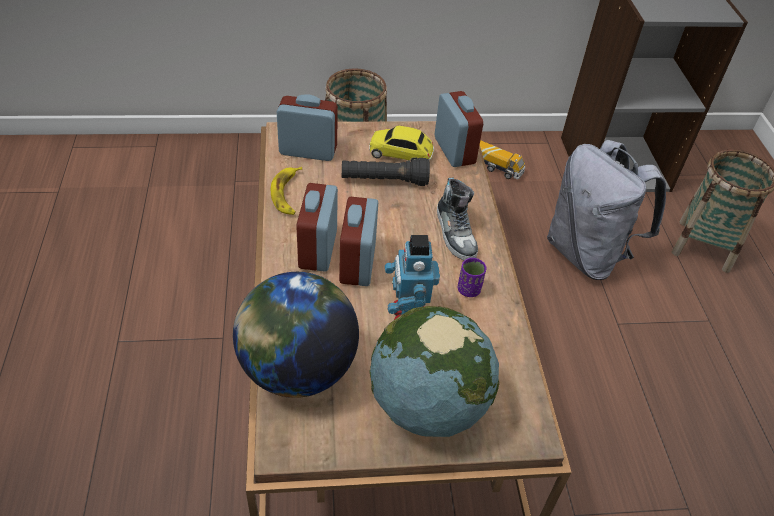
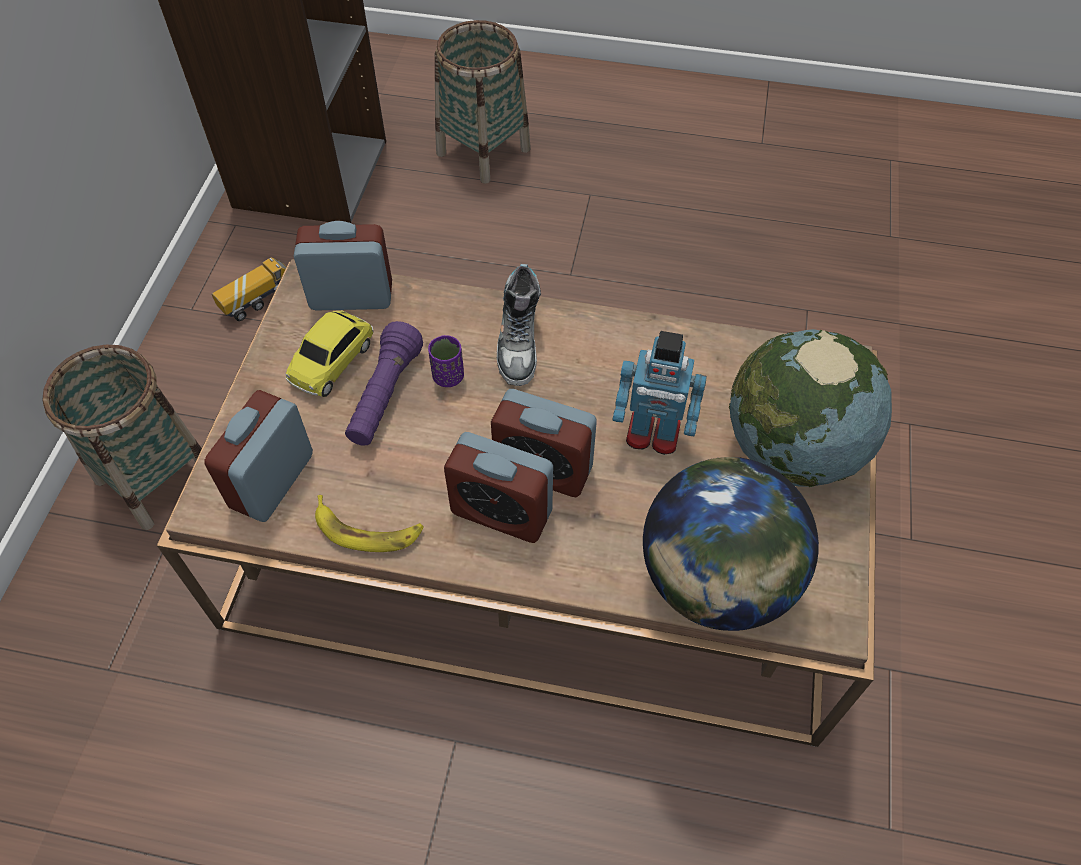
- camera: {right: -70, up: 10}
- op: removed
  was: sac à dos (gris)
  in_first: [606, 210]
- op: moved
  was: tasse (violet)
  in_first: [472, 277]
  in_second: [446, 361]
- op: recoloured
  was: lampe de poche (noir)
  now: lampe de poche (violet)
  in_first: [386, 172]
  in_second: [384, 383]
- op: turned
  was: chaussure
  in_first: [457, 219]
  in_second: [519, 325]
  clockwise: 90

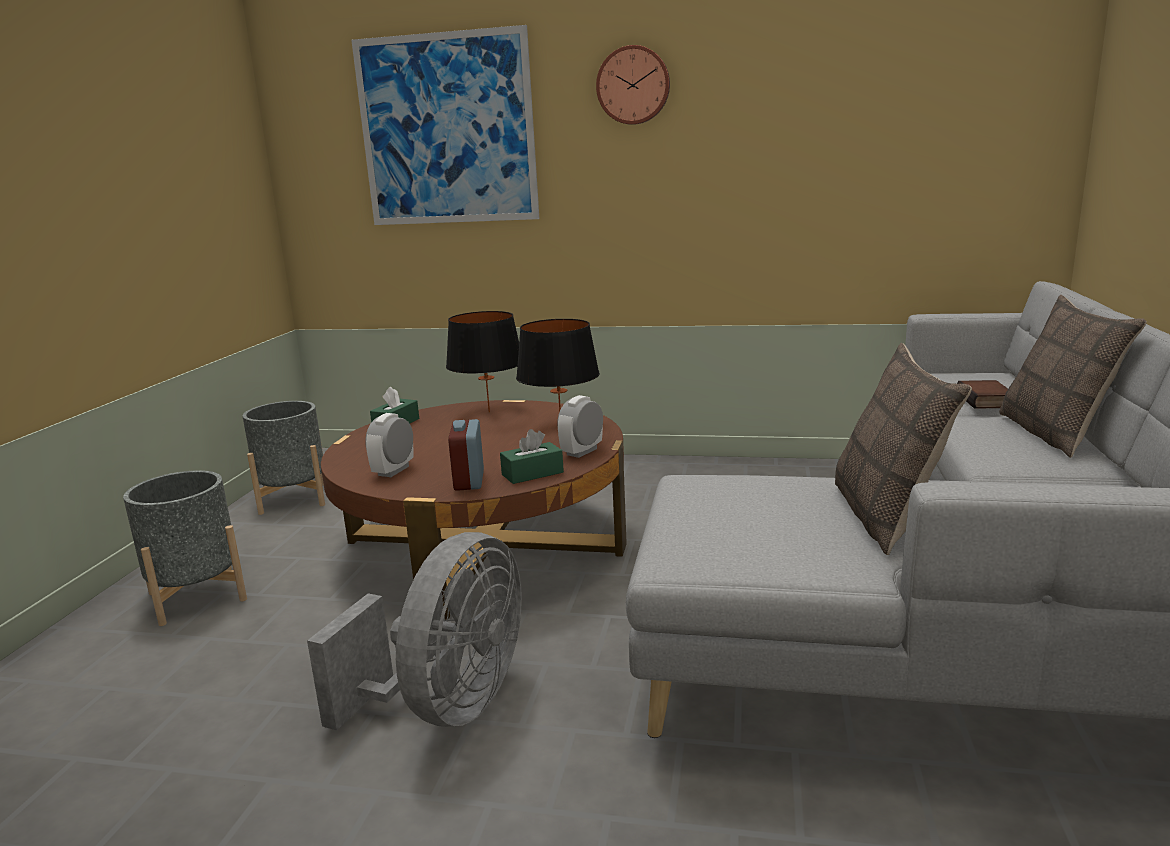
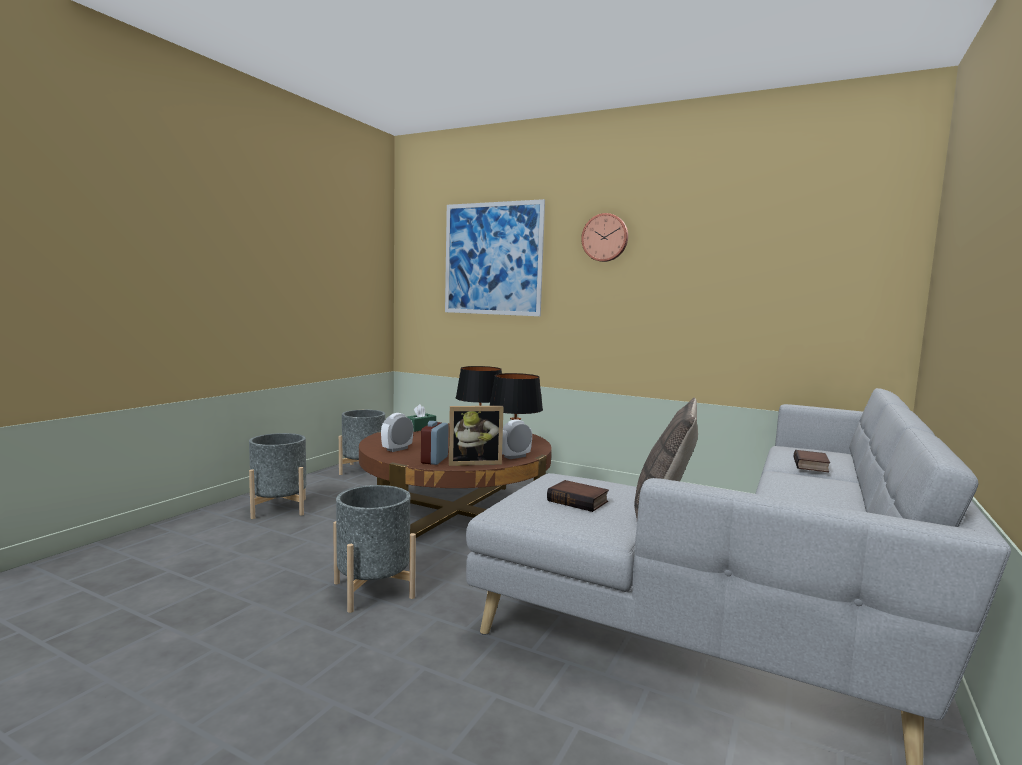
- camera: {right: 15, up: -10}
- op: removed
  was: coussin
  in_first: [1073, 376]
- op: added
  now: livre
  in_second: [578, 496]
- op: replaced
  was: ventilateur (gris)
  now: cache-pot (gris)
  in_first: [414, 631]
  in_second: [374, 549]
- op: replaced
  was: boîte à mouchoirs (vert)
  now: cadre photo
  in_first: [532, 456]
  in_second: [476, 436]

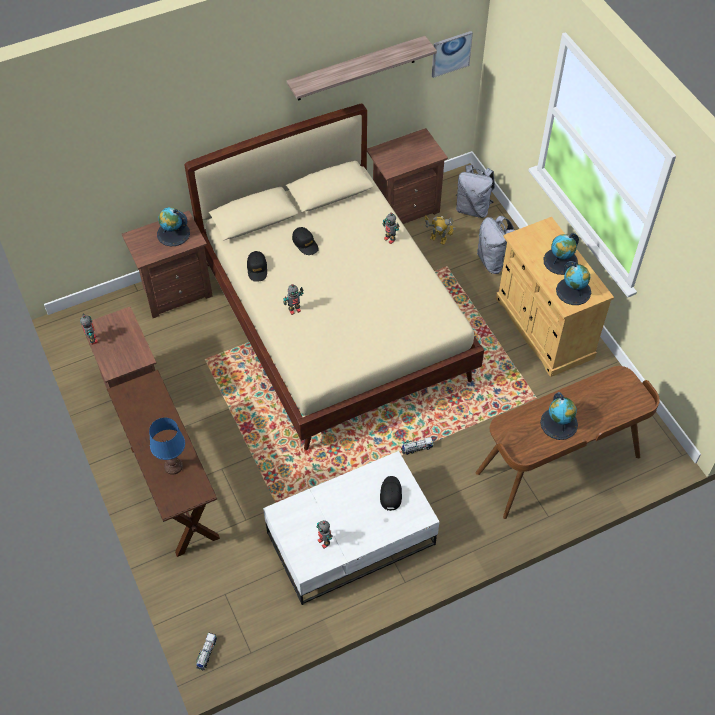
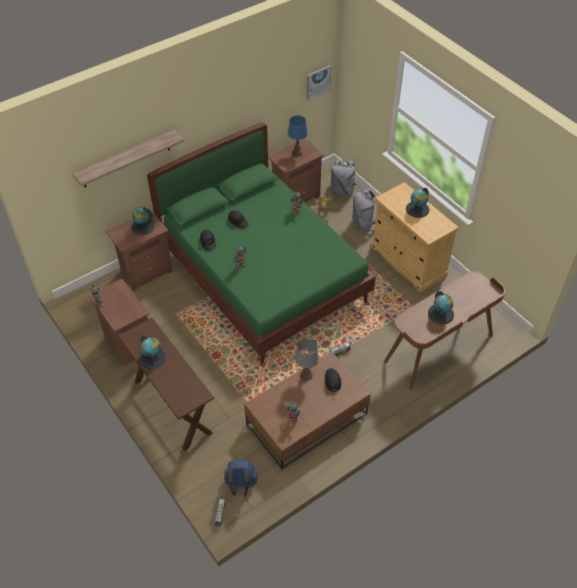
- camera: {right: -10, up: -5}
- op: added
  now: sac à dos (bleu)
  in_second: [240, 478]
- op: added
  now: lampe de table (gris)
  in_second: [307, 360]
- op: moved
  was: lampe de table (bleu)
  in_first: [167, 446]
  in_second: [298, 136]
- op: moved
  was: étagère
  in_first: [361, 68]
  in_second: [128, 158]
- op: moved
  was: globe
  in_first: [573, 283]
  in_second: [153, 352]
- op: recoloured
  was: lit (beige)
  now: lit (vert)
  in_first: [334, 277]
  in_second: [261, 243]
- op: recoloured
  was: table basse (blanc)
  now: table basse (marron)
  in_first: [351, 528]
  in_second: [307, 410]

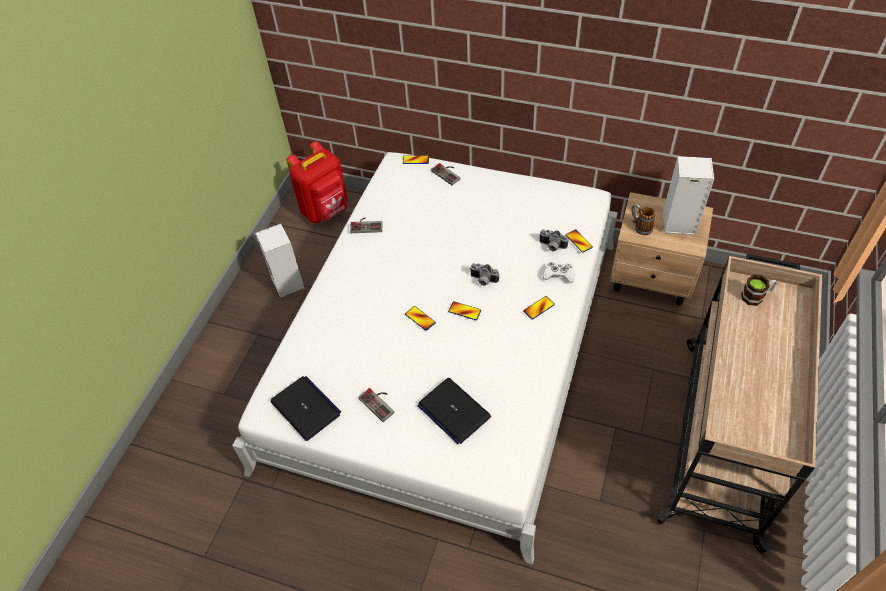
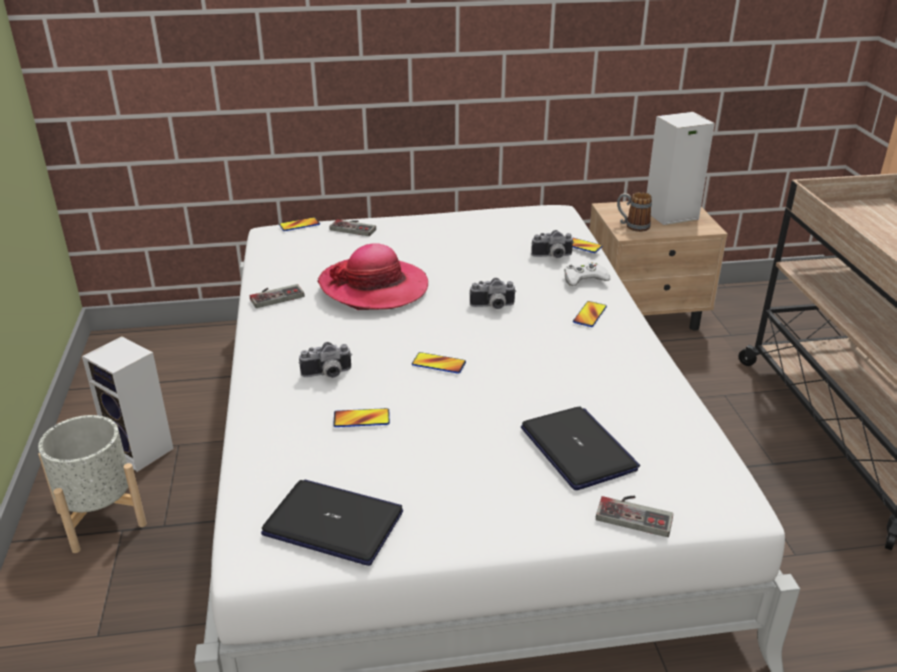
- camera: {right: -30, up: -20}
- op: removed
  was: sac à dos (rouge)
  in_first: [317, 182]
- op: removed
  was: mug
  in_first: [759, 290]
- op: added
  now: cache-pot (gris)
  in_second: [92, 484]
- op: added
  now: appareil photo
  in_second: [325, 360]
- op: added
  now: chapeau
  in_second: [372, 276]
- op: moved
  was: manette
  in_first: [376, 405]
  in_second: [634, 516]
- op: moved
  was: téléphone
  in_first: [464, 310]
  in_second: [361, 417]
- op: turned
  was: ordinateur portable
  in_first: [454, 411]
  in_second: [580, 448]
  clockwise: -135

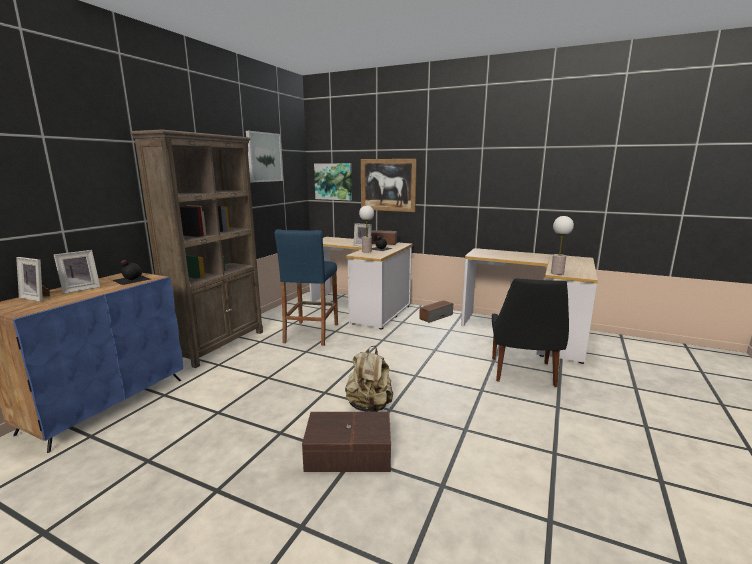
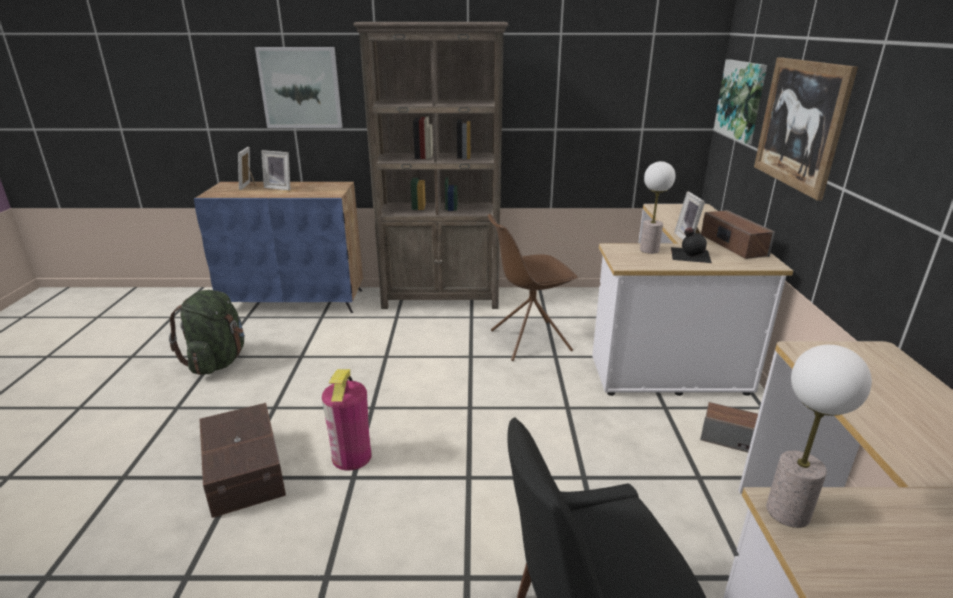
- camera: {right: 65, up: 10}
- op: removed
  was: bouteille (noir)
  in_first: [131, 272]
- op: added
  now: sac à dos (vert)
  in_second: [207, 332]
- op: moved
  was: tableau
  in_first: [264, 156]
  in_second: [298, 87]
- op: replaced
  was: tabouret (bleu)
  now: chaise (marron)
  in_first: [306, 287]
  in_second: [533, 287]
- op: replaced
  was: sac à dos (beige)
  now: extincteur
  in_first: [369, 379]
  in_second: [347, 420]

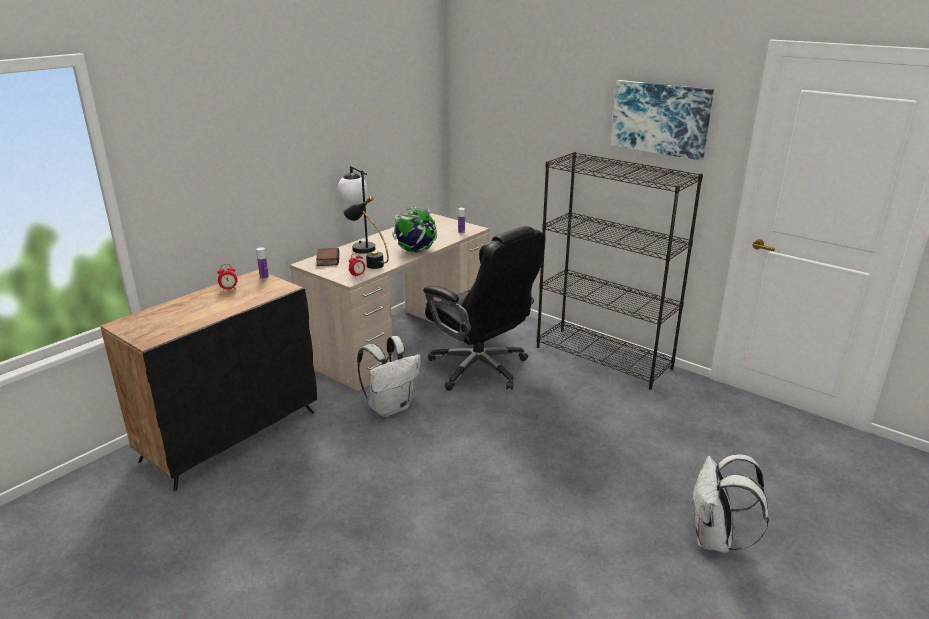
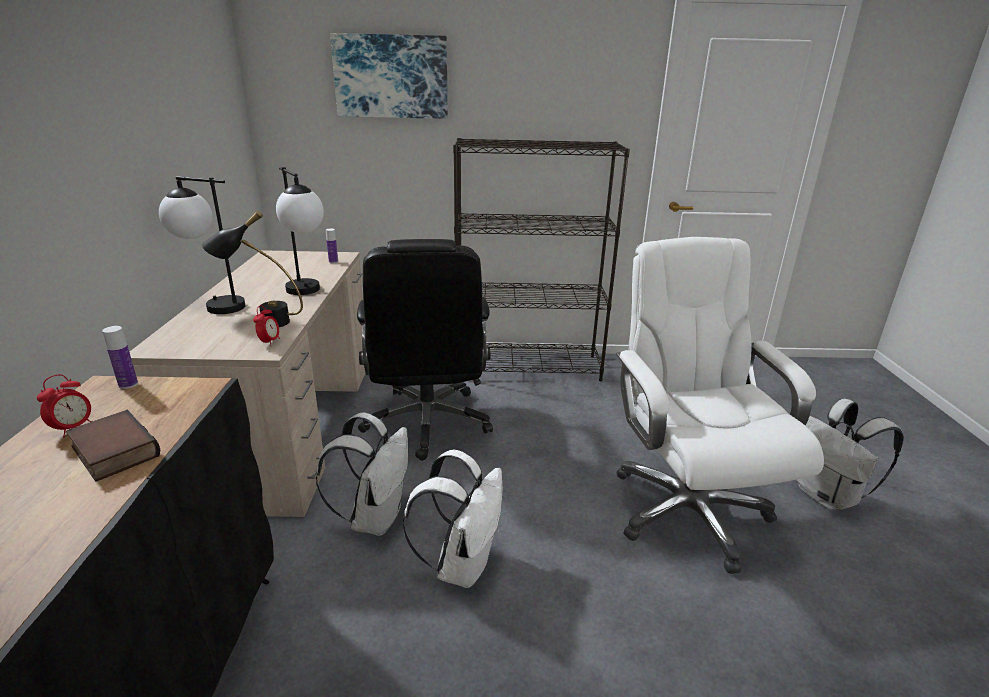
- camera: {right: -40, up: 0}
- op: added
  now: sac à dos (blanc)
  in_second: [452, 518]
- op: added
  now: chaise de bureau (blanc)
  in_second: [720, 405]
- op: moved
  was: livre
  in_first: [327, 257]
  in_second: [113, 445]
- op: moved
  was: tableau
  in_first: [662, 120]
  in_second: [389, 76]
- op: replaced
  was: globe
  now: lampe de table
  in_first: [414, 230]
  in_second: [300, 231]
- op: turned
  was: chaise de bureau (noir)
  in_first: [484, 308]
  in_second: [425, 350]
  clockwise: 75

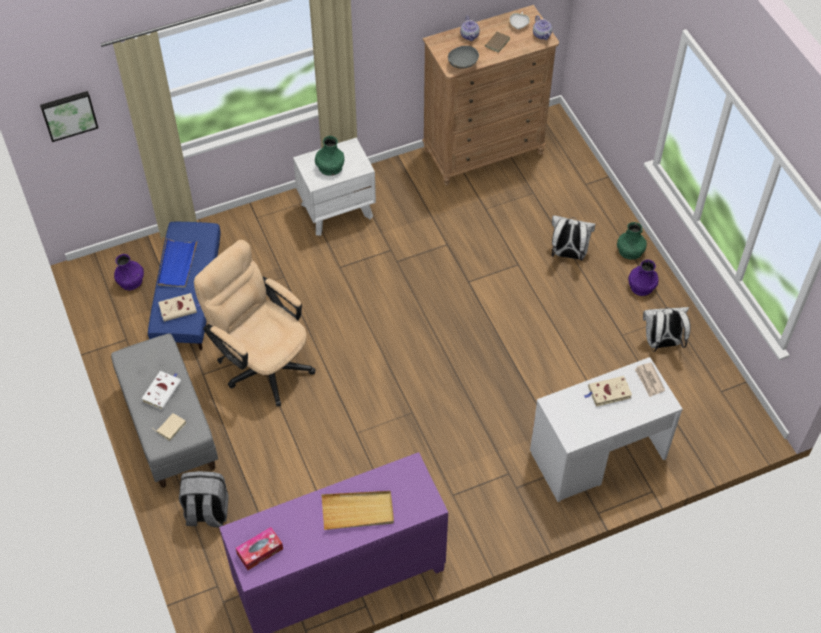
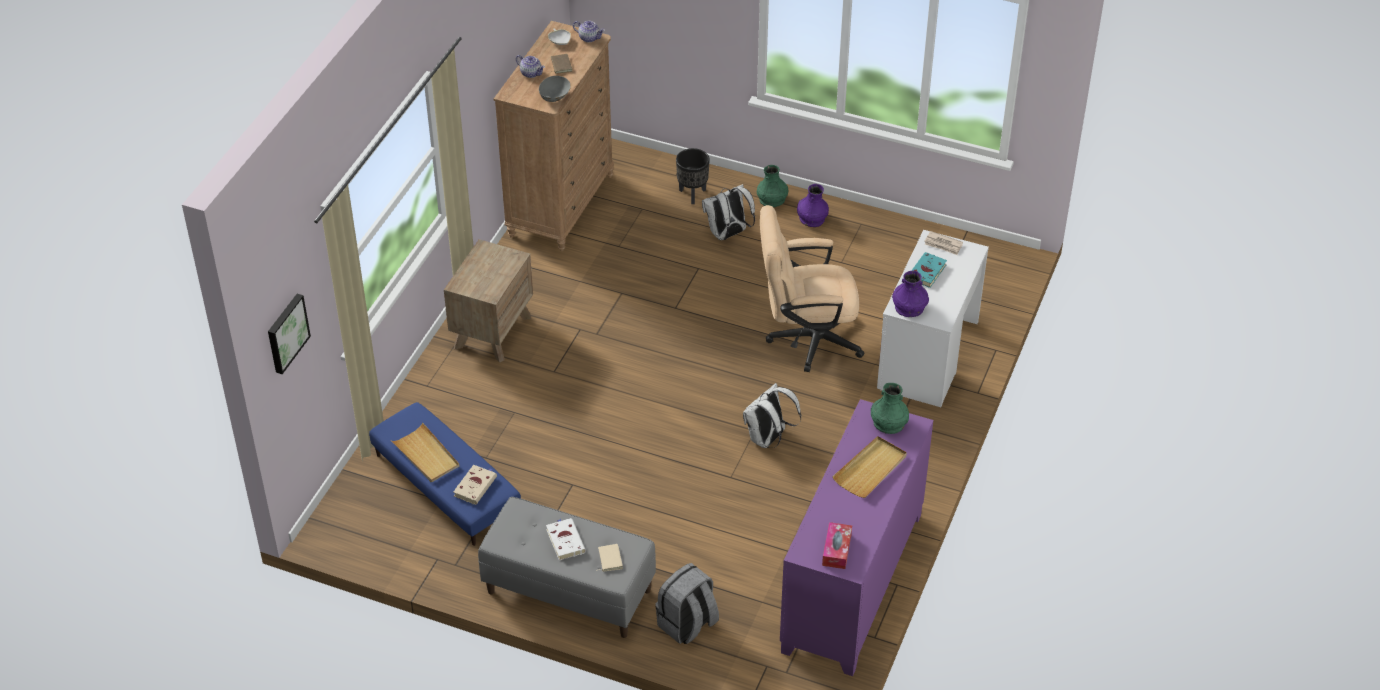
- camera: {right: -45, up: -10}
- op: added
  now: cache-pot (noir)
  in_second: [693, 176]
- op: moved
  was: vase (violet)
  in_first: [129, 272]
  in_second: [910, 294]
- op: moved
  was: chaise de bureau (beige)
  in_first: [255, 323]
  in_second: [812, 288]
- op: moved
  was: vase (vert)
  in_first: [329, 156]
  in_second: [890, 408]
- op: moved
  was: sac à dos (blanc)
  in_first: [667, 329]
  in_second: [772, 415]
- op: recoloured
  was: plateau (bleu)
  now: plateau (beige)
  in_first: [178, 263]
  in_second: [425, 452]
- op: recoloured
  was: table de chevet (blanc)
  now: table de chevet (marron)
  in_first: [334, 186]
  in_second: [488, 301]
- op: recoloured
  was: livre (beige)
  now: livre (turquoise)
  in_first: [608, 391]
  in_second: [929, 270]

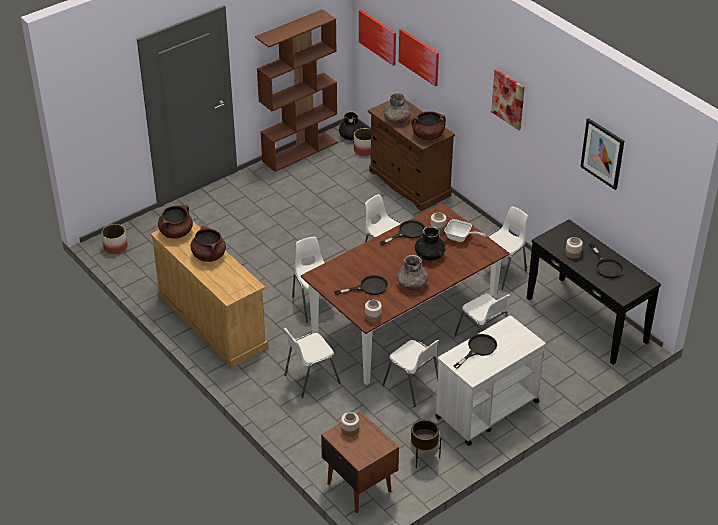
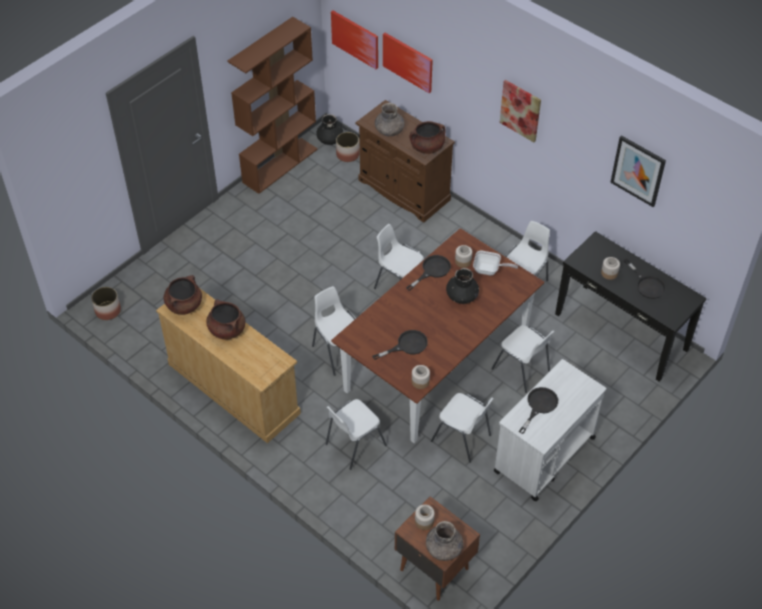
- camera: {right: -10, up: 10}
- op: removed
  was: cache-pot (marron)
  in_first: [425, 444]
- op: moved
  was: vase (gris)
  in_first: [412, 272]
  in_second: [445, 541]

